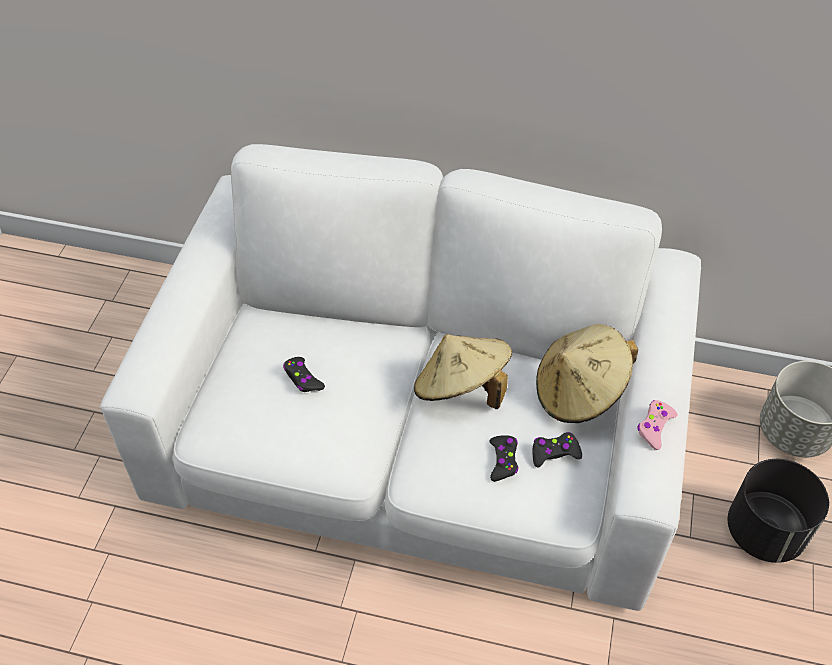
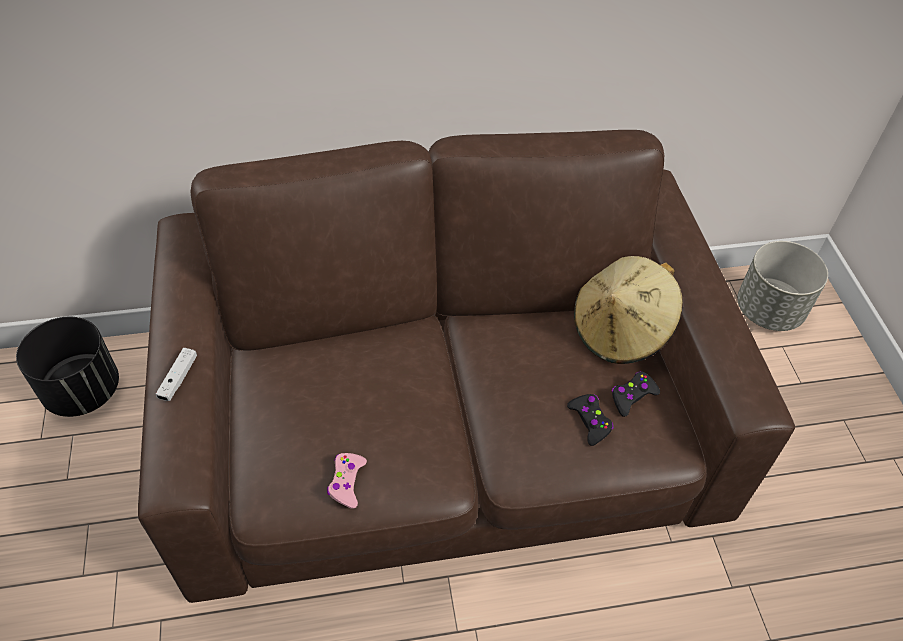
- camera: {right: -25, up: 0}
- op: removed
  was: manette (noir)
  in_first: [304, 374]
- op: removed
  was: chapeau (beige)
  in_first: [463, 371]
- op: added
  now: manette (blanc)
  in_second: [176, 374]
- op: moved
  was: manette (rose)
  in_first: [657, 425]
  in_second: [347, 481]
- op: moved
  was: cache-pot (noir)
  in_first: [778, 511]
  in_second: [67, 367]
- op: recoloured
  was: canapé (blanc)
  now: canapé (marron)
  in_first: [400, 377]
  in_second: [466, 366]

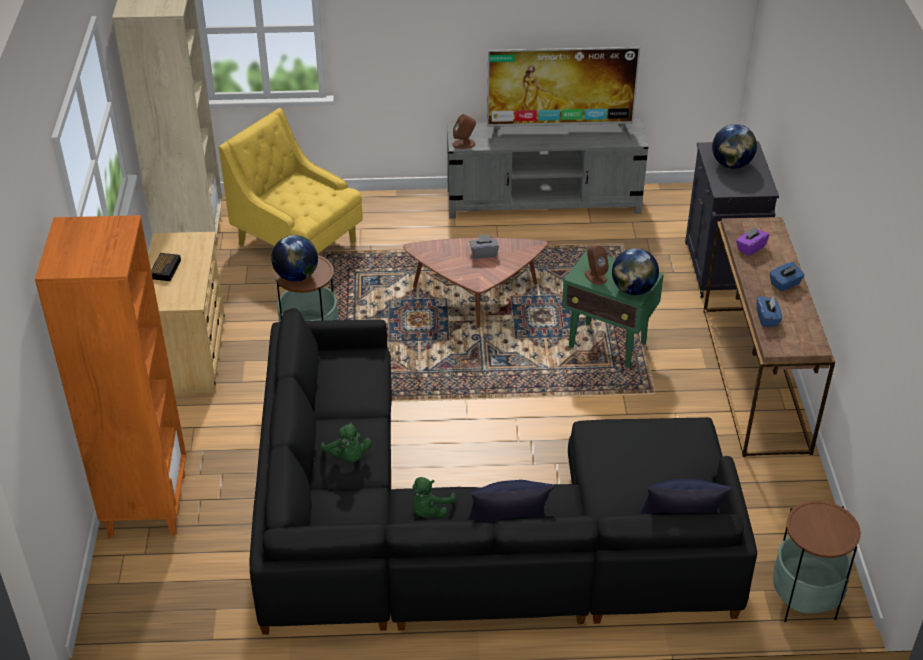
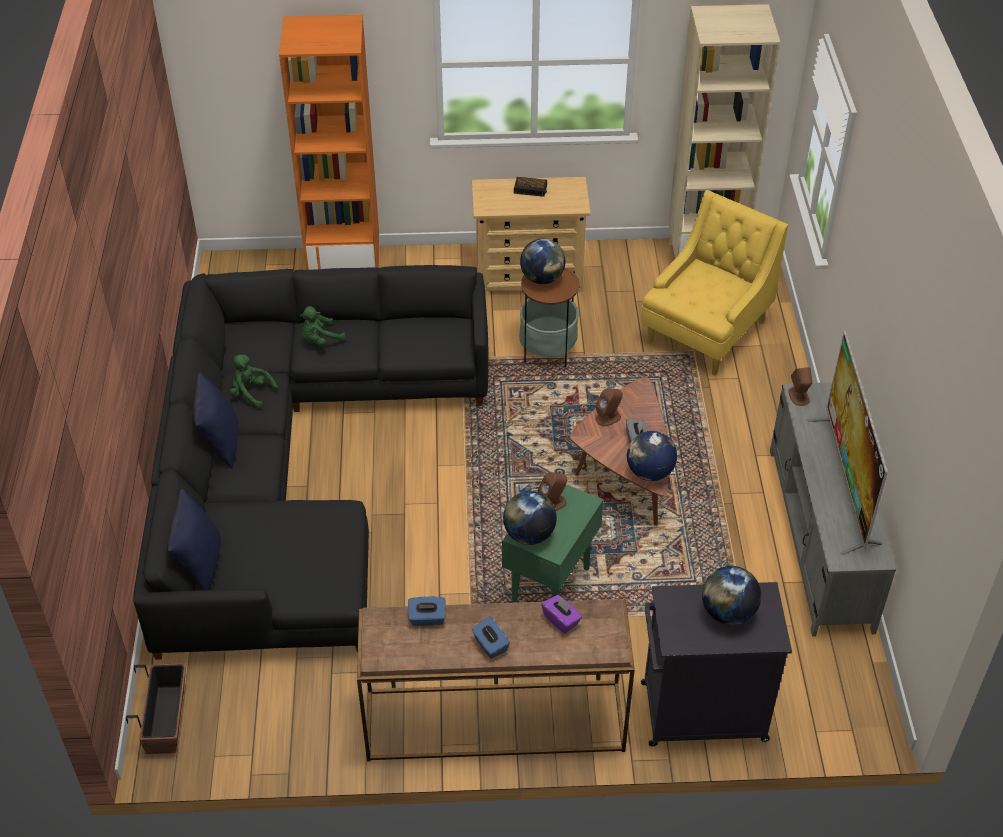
- camera: {right: 90, up: 5}
- op: added
  now: enceinte (marron)
  in_second: [609, 407]
- op: added
  now: globe
  in_second: [652, 456]
- op: replaced
  was: table d'appoint
  now: cache-pot
  in_first: [817, 561]
  in_second: [156, 708]

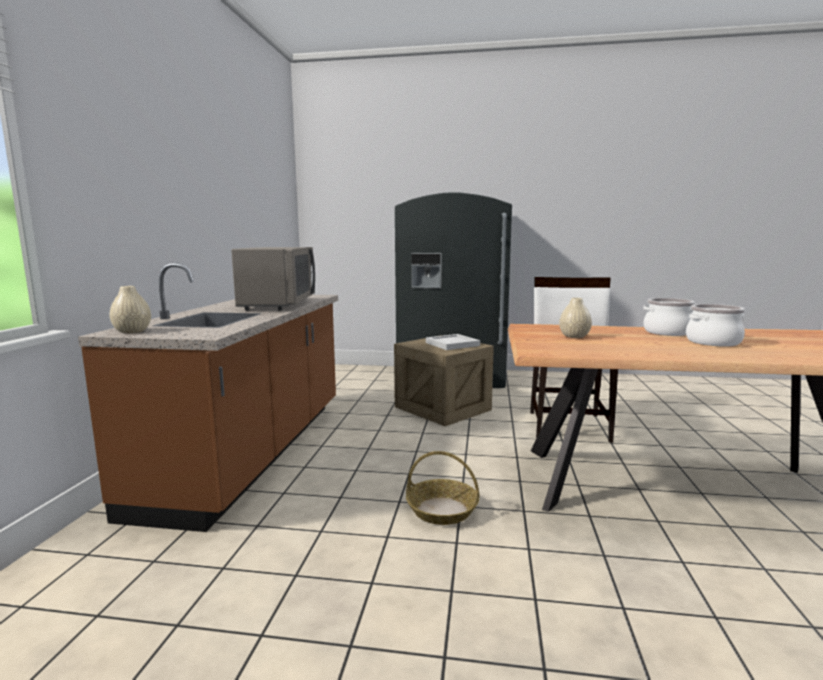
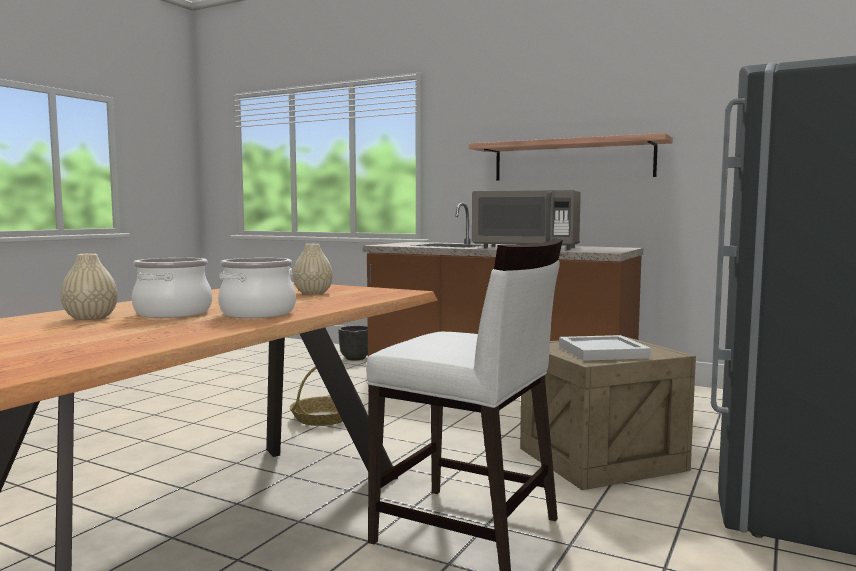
- camera: {right: 110, up: -5}
- op: added
  now: cache-pot (noir)
  in_second: [353, 343]
- op: added
  now: étagère
  in_second: [571, 157]
- op: moved
  was: vase (beige)
  in_first: [130, 309]
  in_second: [89, 286]

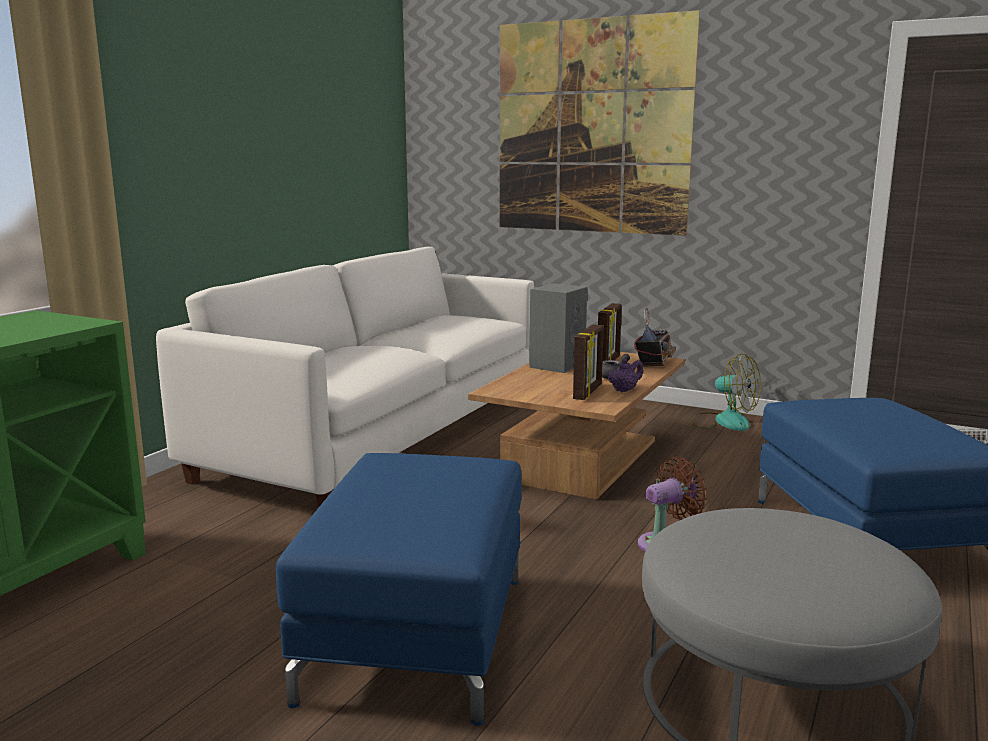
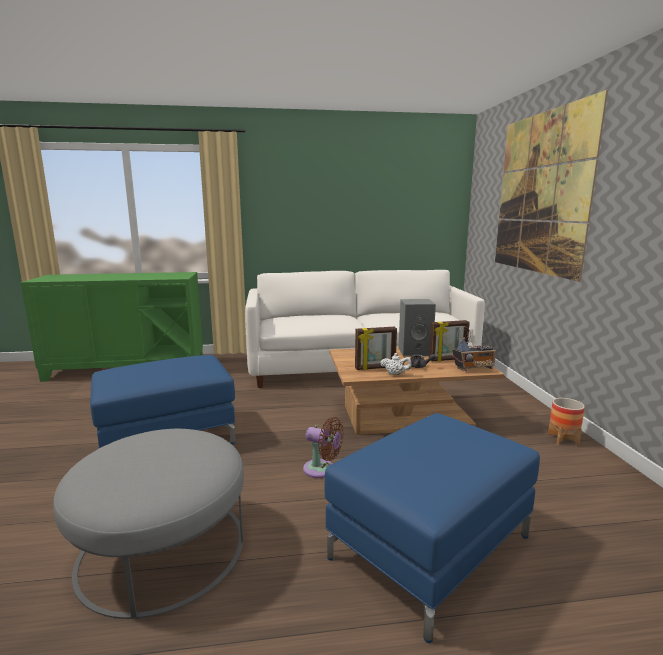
- camera: {right: 55, up: 0}
- op: replaced
  was: ventilateur
  now: cache-pot
  in_first: [726, 392]
  in_second: [566, 421]
- op: recoloured
  was: théière (violet)
  now: théière (blanc)
  in_first: [625, 375]
  in_second: [396, 364]

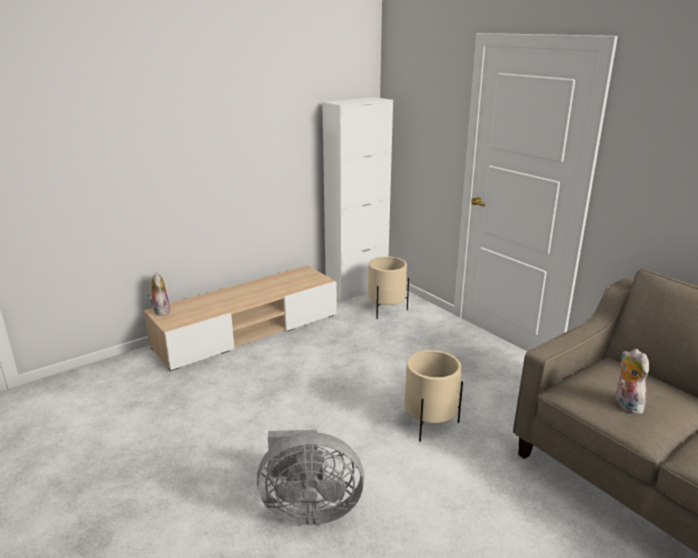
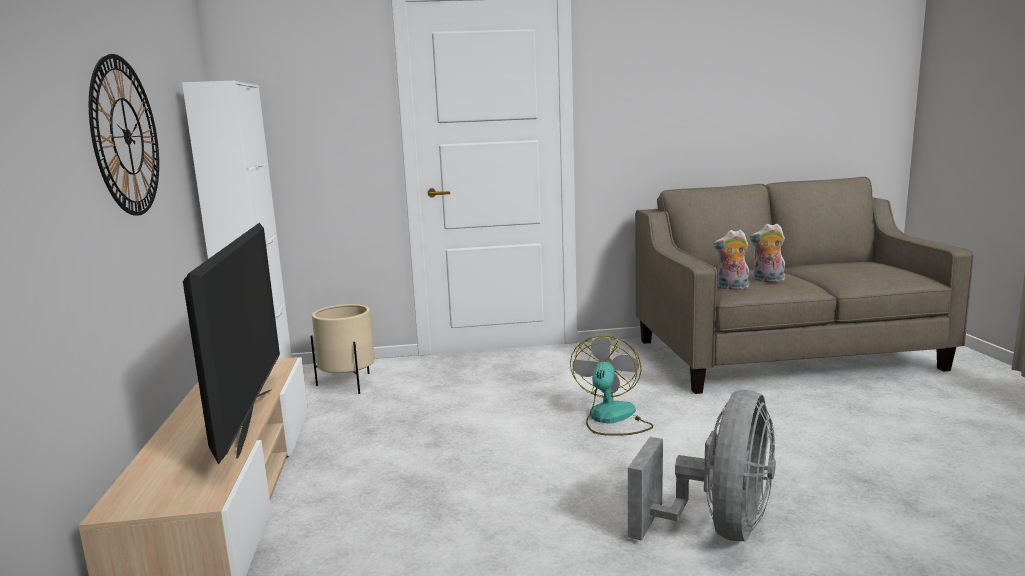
- camera: {right: -60, up: -10}
- op: added
  now: horloge murale
  in_second: [124, 135]
- op: added
  now: téléviseur
  in_second: [231, 344]
- op: moved
  was: peluche
  in_first: [159, 294]
  in_second: [731, 260]
- op: replaced
  was: cache-pot (beige)
  now: ventilateur
  in_first: [433, 396]
  in_second: [611, 386]

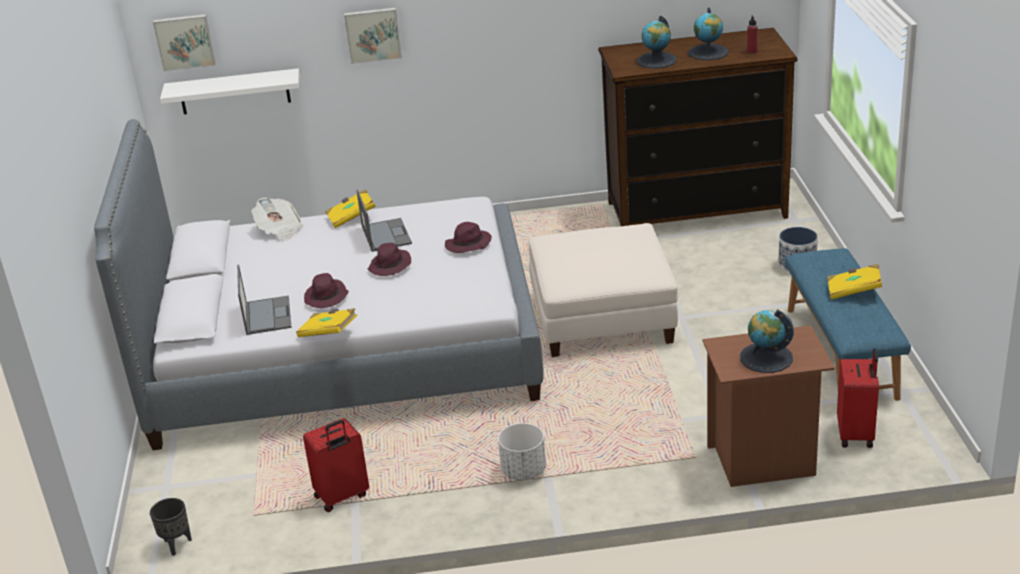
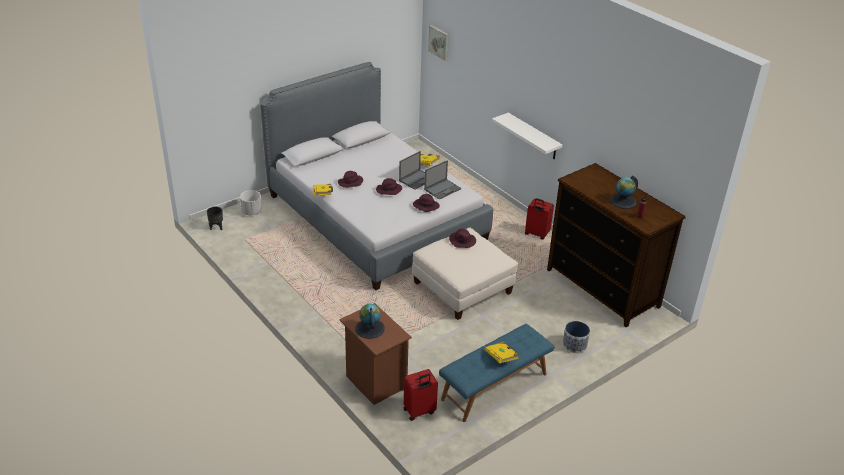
- camera: {right: 55, up: 5}
- op: removed
  was: journal
  in_first: [277, 219]
- op: removed
  was: tableau
  in_first: [373, 36]
- op: removed
  was: globe
  in_first: [657, 42]
- op: added
  now: chapeau (violet)
  in_second: [462, 238]
- op: moved
  was: étagère (blanc)
  in_first: [230, 91]
  in_second: [527, 136]
- op: moved
  was: ordinateur portable
  in_first: [264, 300]
  in_second: [442, 180]
- op: moved
  was: valise (rouge)
  in_first: [336, 465]
  in_second: [539, 219]
- op: moved
  was: cache-pot (blanc)
  in_first: [522, 451]
  in_second: [251, 202]

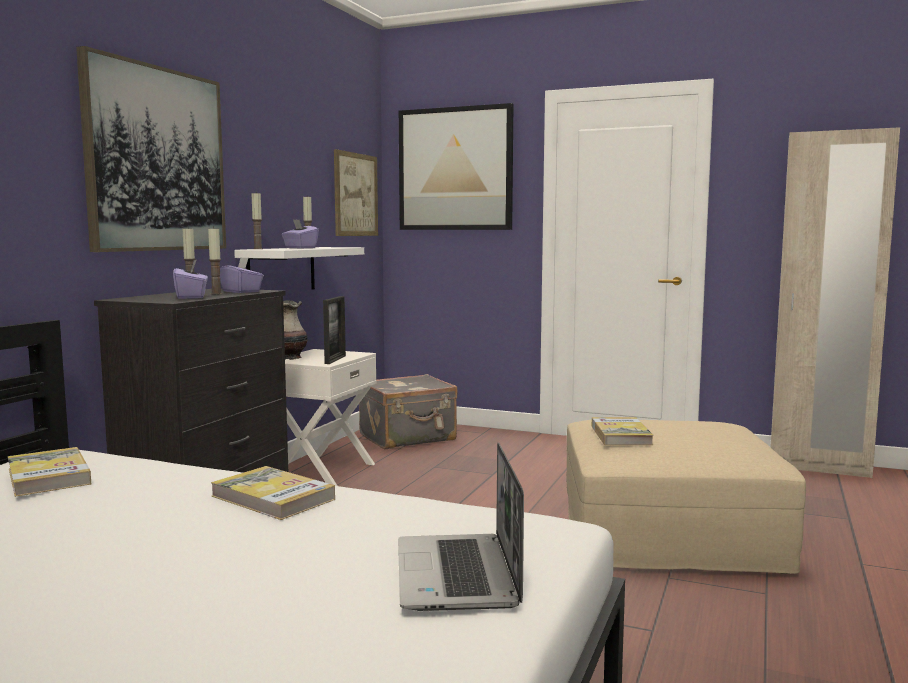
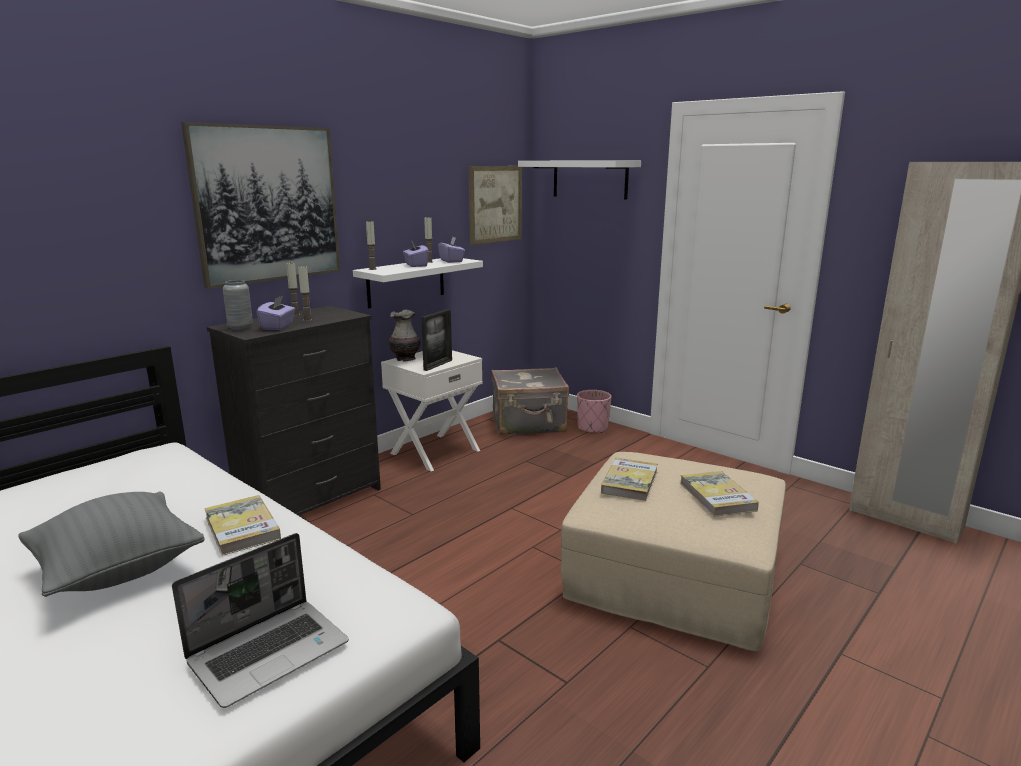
- camera: {right: 20, up: 10}
- op: added
  now: coussin (gris)
  in_second: [111, 544]
- op: added
  now: vase (gris)
  in_second: [238, 305]
- op: added
  now: cache-pot (rose)
  in_second: [594, 411]
- op: moved
  was: livre
  in_first: [49, 472]
  in_second: [719, 494]
- op: moved
  was: boîte à mouchoirs (violet)
  in_first: [242, 275]
  in_second: [451, 250]
- op: replaced
  was: tableau
  now: étagère (blanc)
  in_first: [456, 166]
  in_second: [579, 180]
- op: turned
  was: ordinateur portable
  in_first: [461, 526]
  in_second: [260, 620]
  clockwise: -150

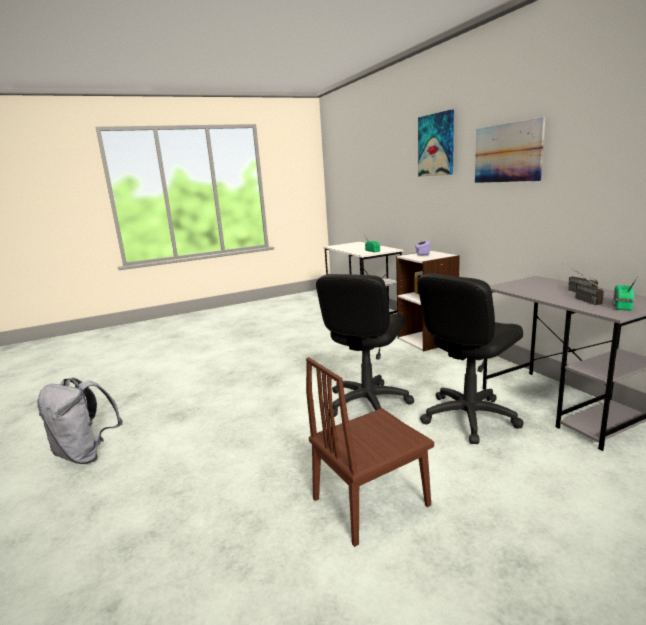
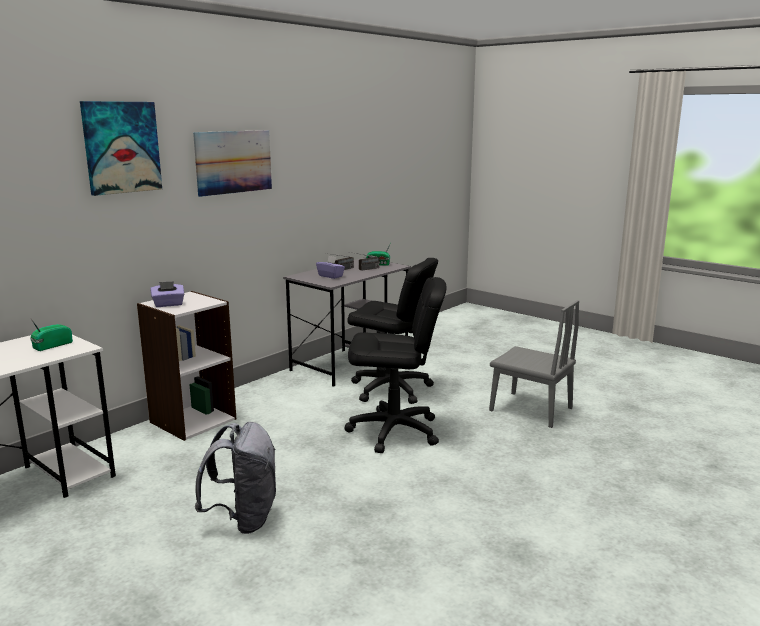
- camera: {right: -115, up: 0}
- op: added
  now: boîte à mouchoirs (violet)
  in_second: [330, 267]
- op: moved
  was: sac à dos (gris)
  in_first: [80, 421]
  in_second: [235, 478]
- op: recoloured
  was: chaise (marron)
  now: chaise (gris)
  in_first: [370, 452]
  in_second: [534, 364]

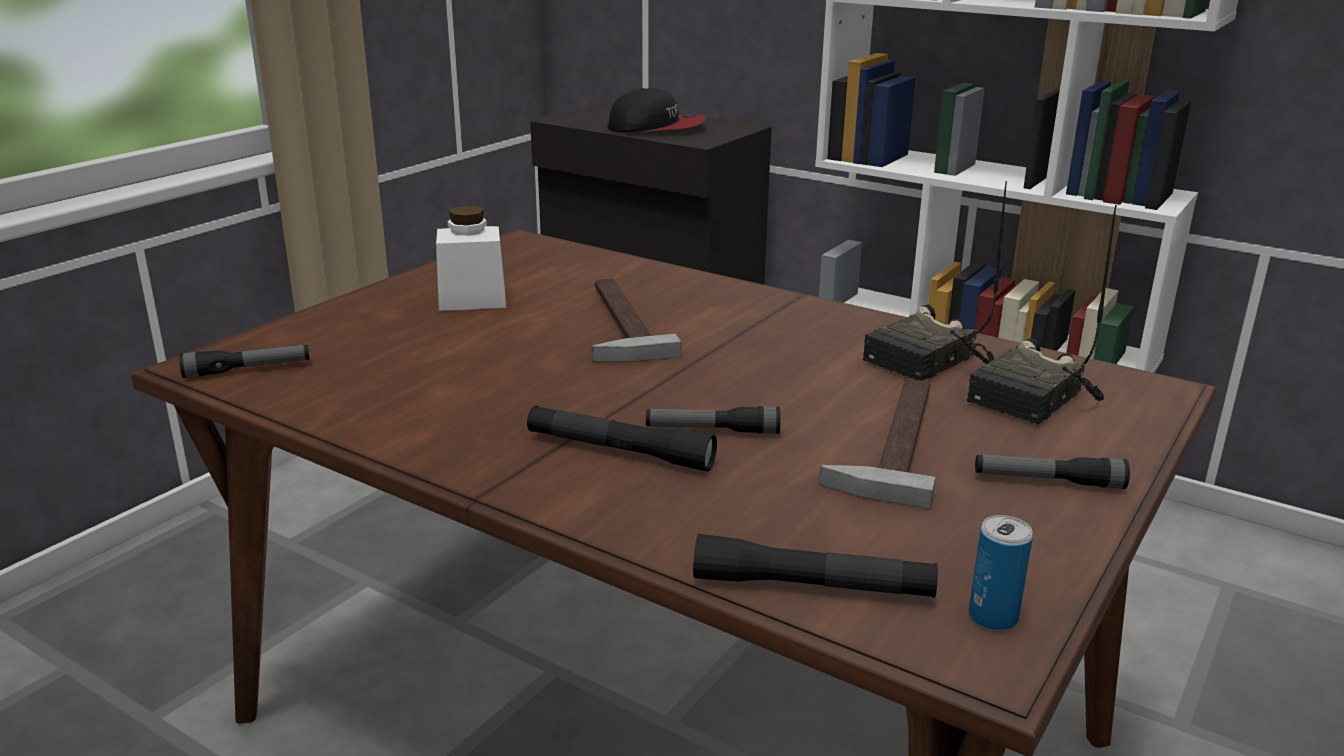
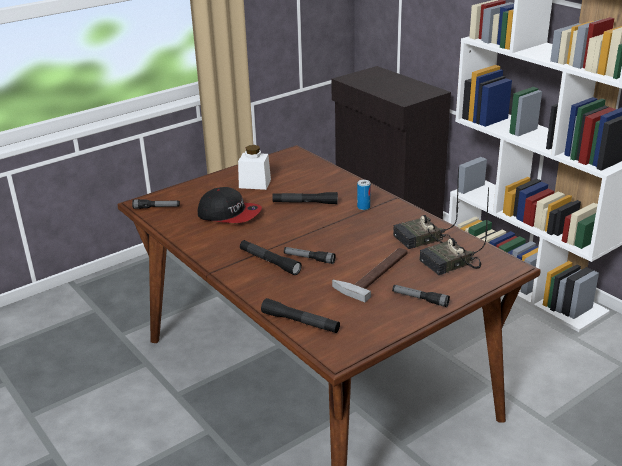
- camera: {right: 20, up: 5}
- op: moved
  was: casquette
  in_first: [656, 110]
  in_second: [229, 205]
- op: moved
  was: boîte métallique
  in_first: [1001, 573]
  in_second: [364, 195]
- op: replaced
  was: marteau
  now: lampe de poche (noir)
  in_first: [636, 320]
  in_second: [305, 198]

